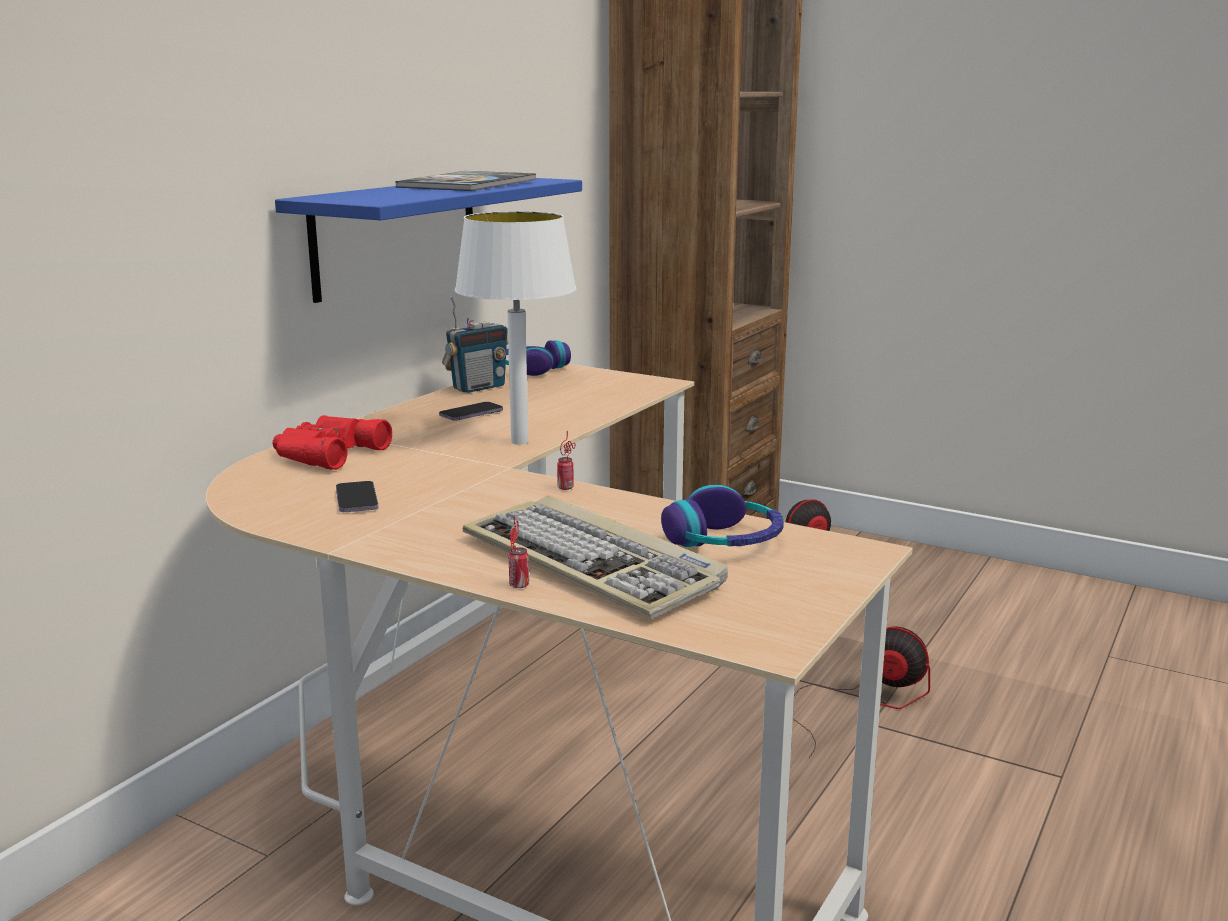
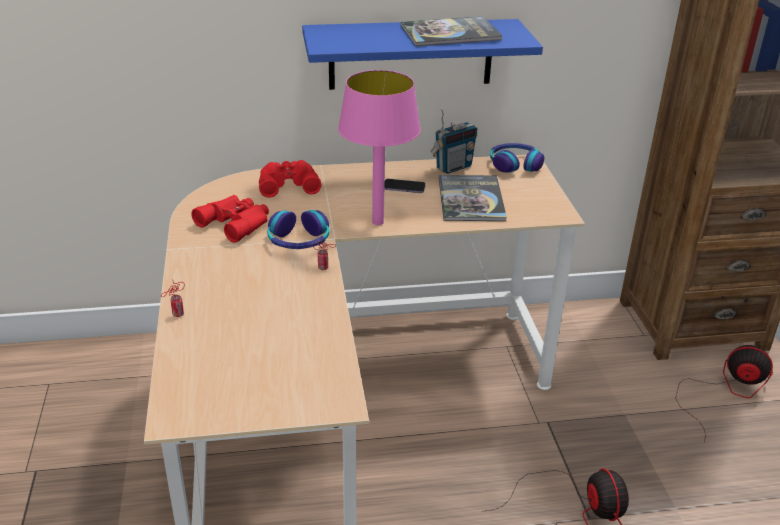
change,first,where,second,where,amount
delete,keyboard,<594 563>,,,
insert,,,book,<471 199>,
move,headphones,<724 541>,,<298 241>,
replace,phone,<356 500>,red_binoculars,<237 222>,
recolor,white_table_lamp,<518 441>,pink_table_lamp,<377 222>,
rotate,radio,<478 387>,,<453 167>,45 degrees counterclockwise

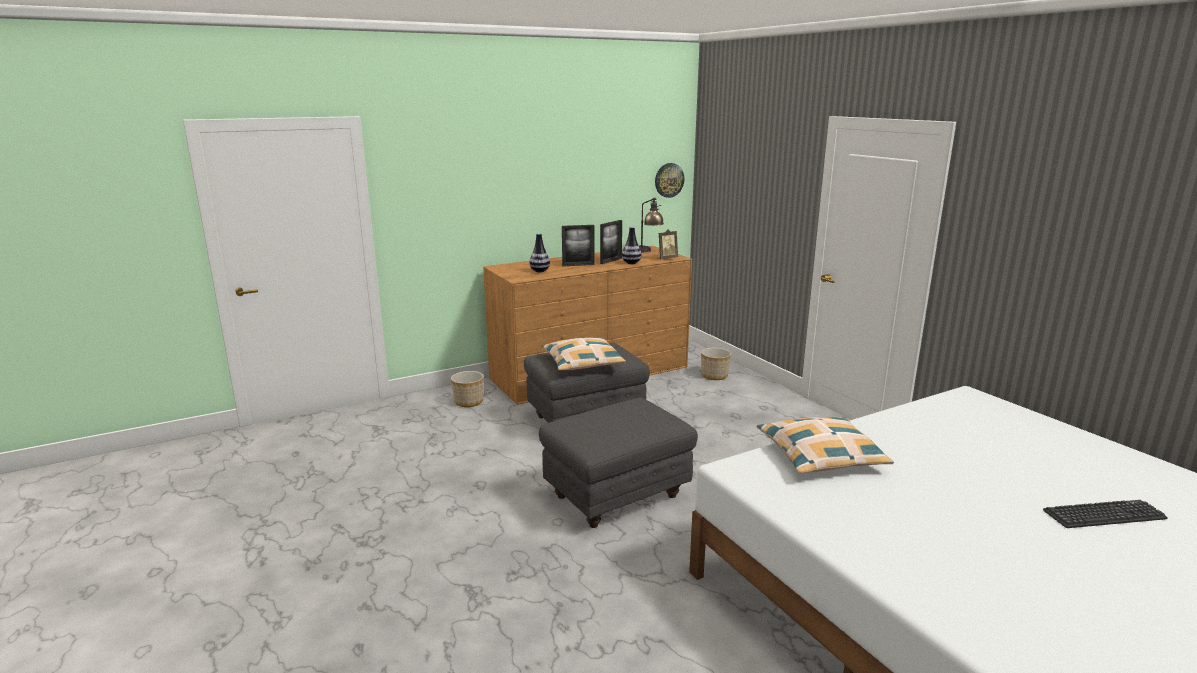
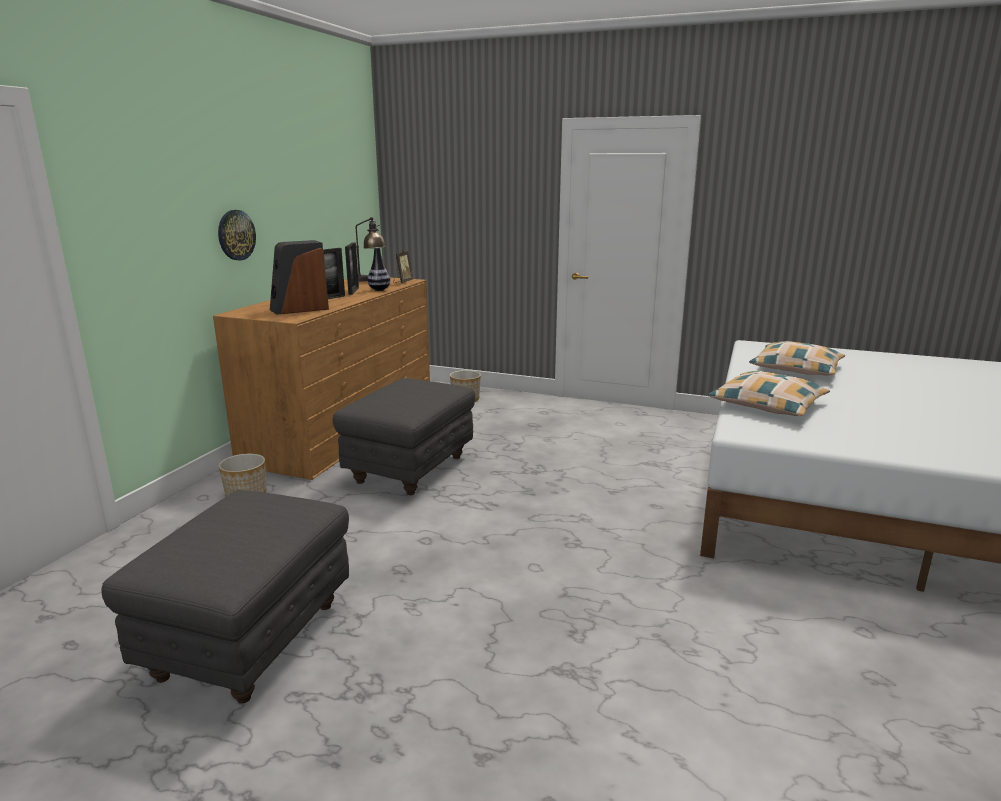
change,first,where,second,where,amount
delete,keyboard,<1104 515>,,,
move,grey_ottoman,<617 496>,,<250 640>,
move,pillow,<582 362>,,<796 369>,
move,wall_clock,<669 180>,,<236 235>,
replace,vase,<540 271>,speaker,<299 309>,

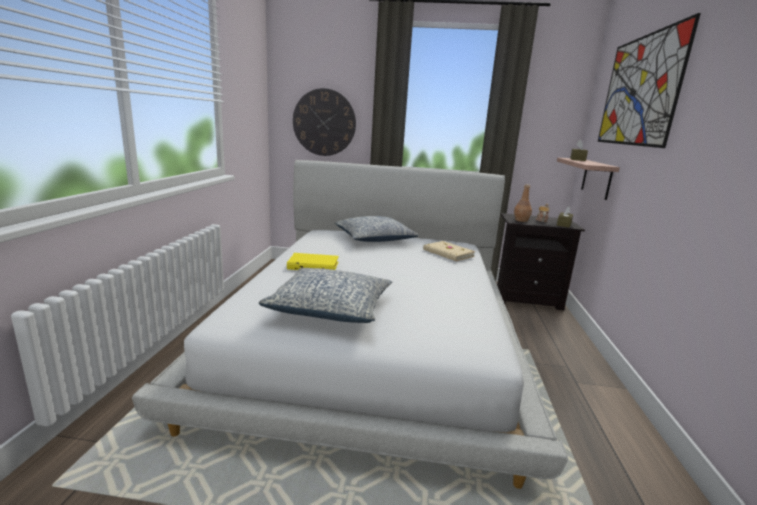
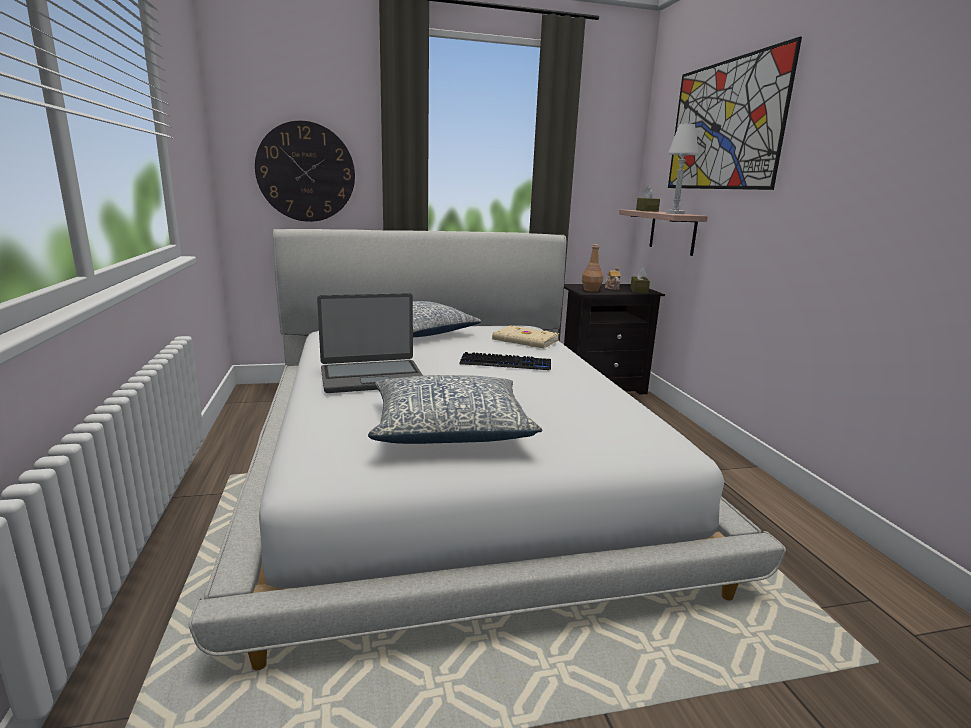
change,first,where,second,where,amount
insert,,,keyboard,<505 363>,
insert,,,white_table_lamp,<675 213>,
replace,yellow_book,<314 265>,laptop,<372 377>,

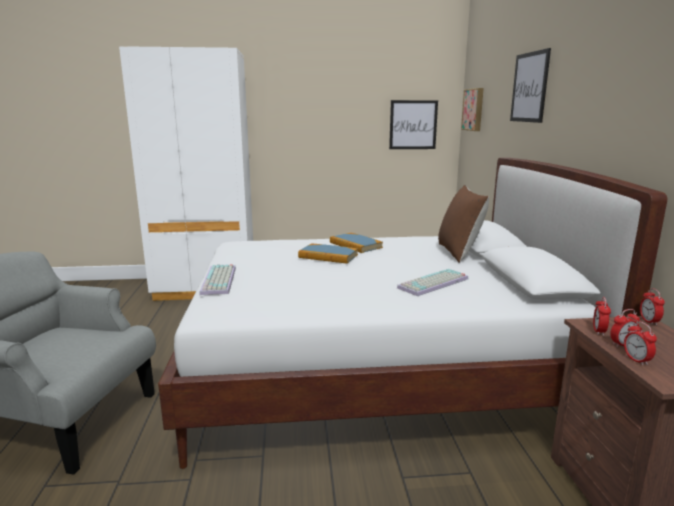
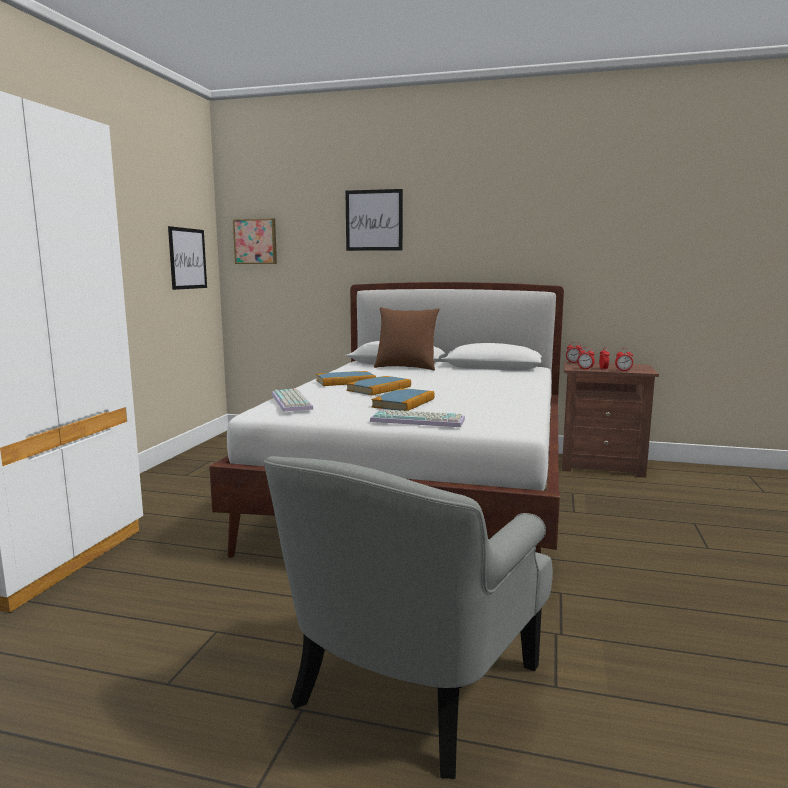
change,first,where,second,where,amount
insert,,,book,<404 403>,
move,keyboard,<434 284>,,<293 401>,

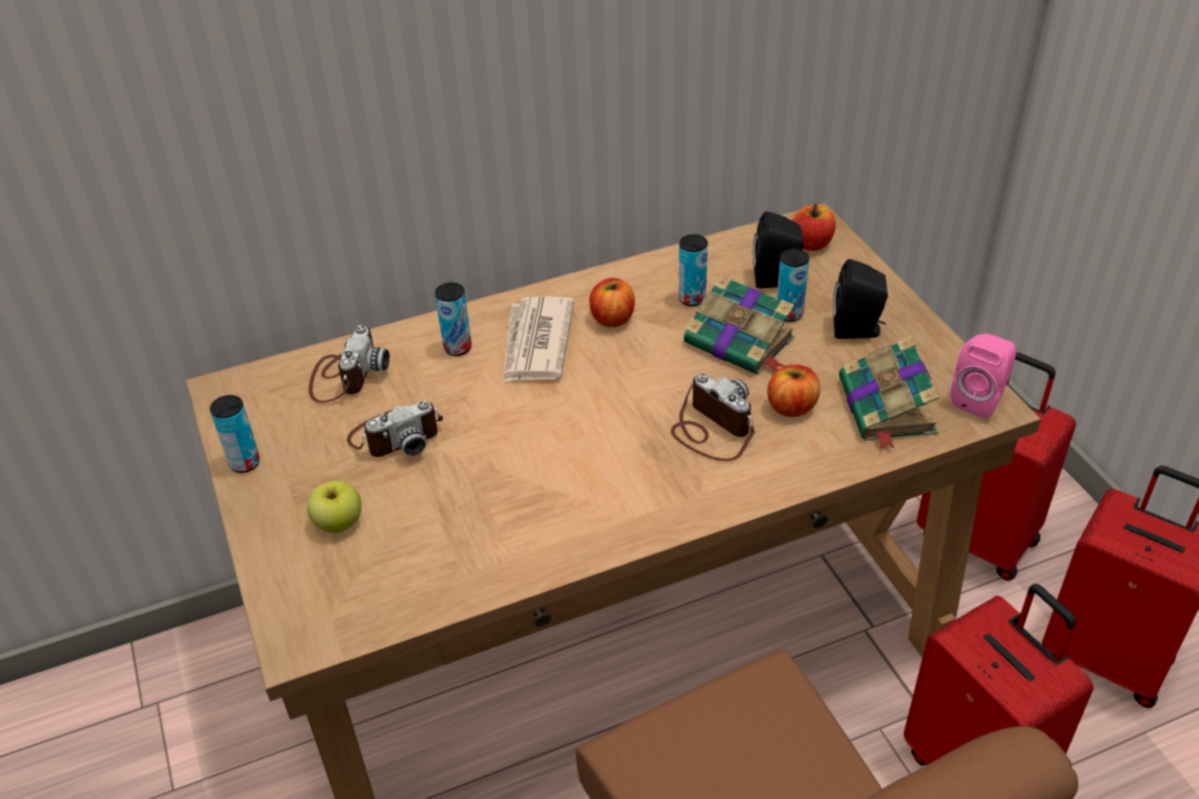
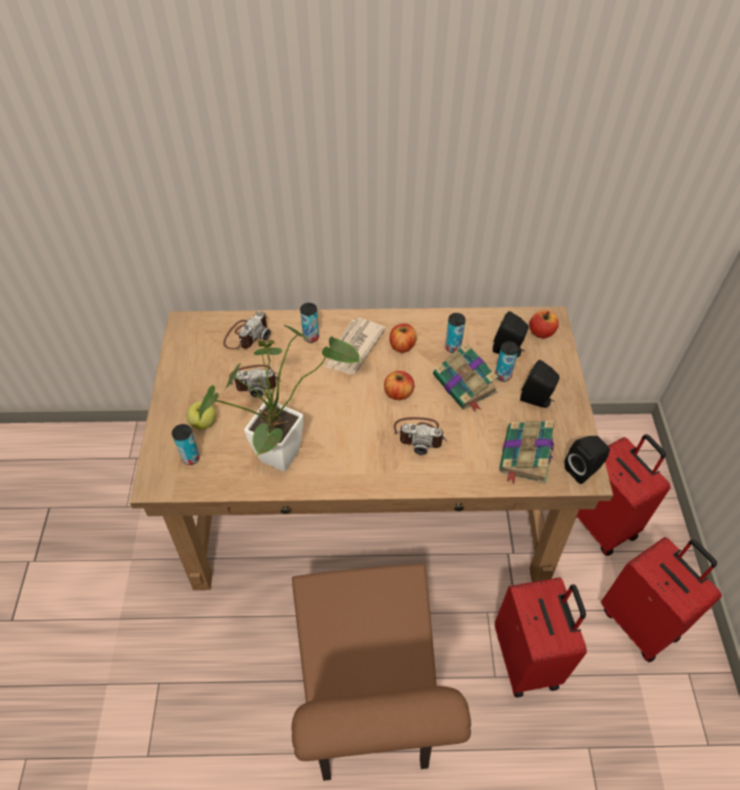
change,first,where,second,where,amount
insert,,,potted_plant,<285 449>,
move,can,<245 463>,,<191 458>,
move,apple,<791 407>,,<398 393>,
recolor,pink_speaker,<980 399>,black_speaker,<583 469>,
rotate,photo_camera,<711 429>,,<420 435>,120 degrees clockwise

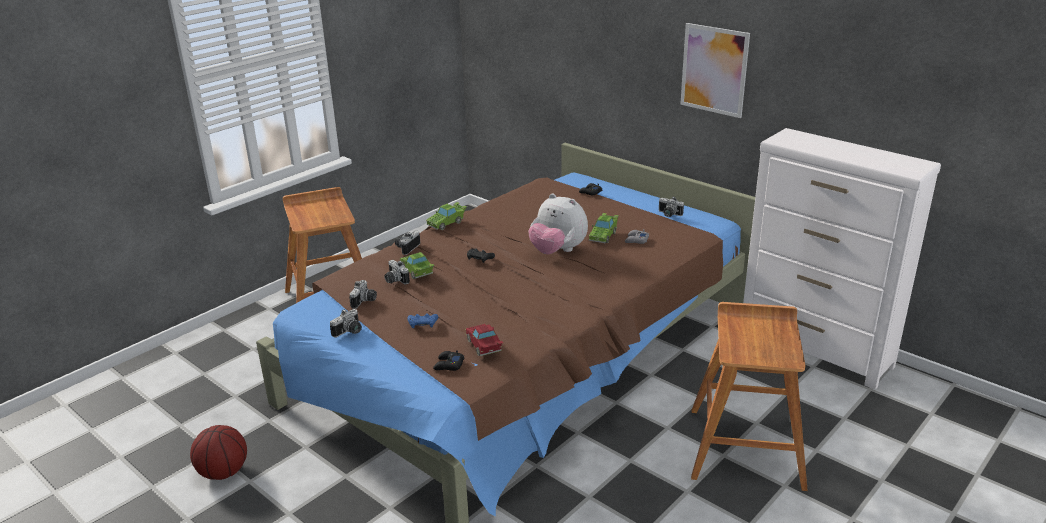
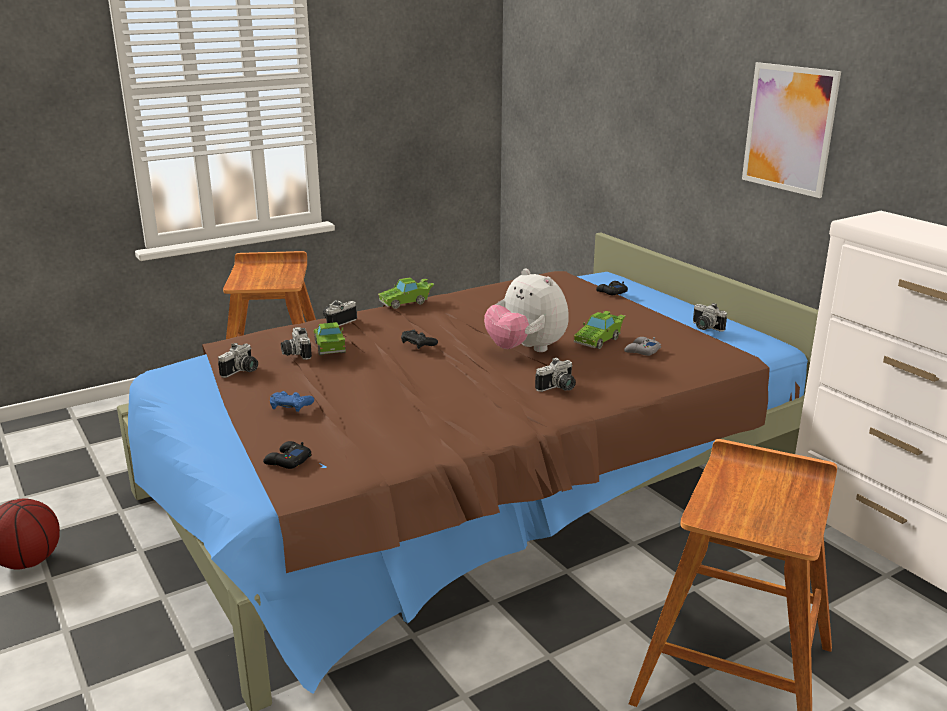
change,first,where,second,where,amount
delete,red_toy_car,<484 347>,,,
move,photo_camera,<349 332>,,<558 388>,

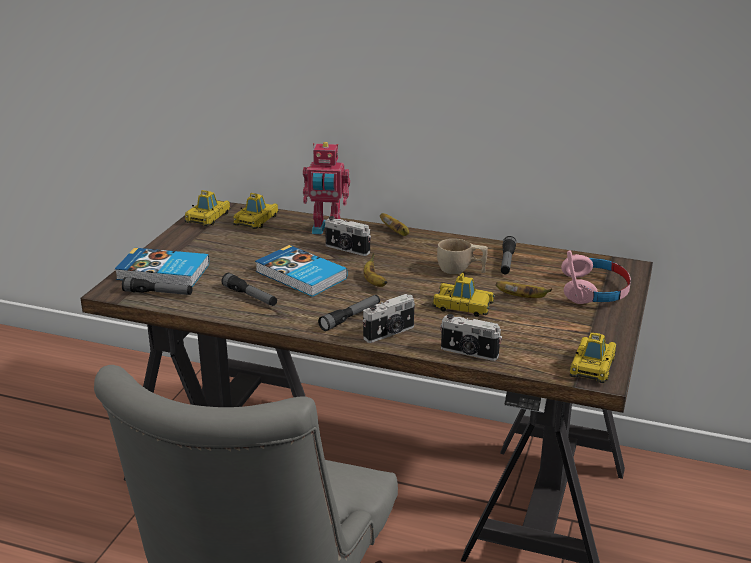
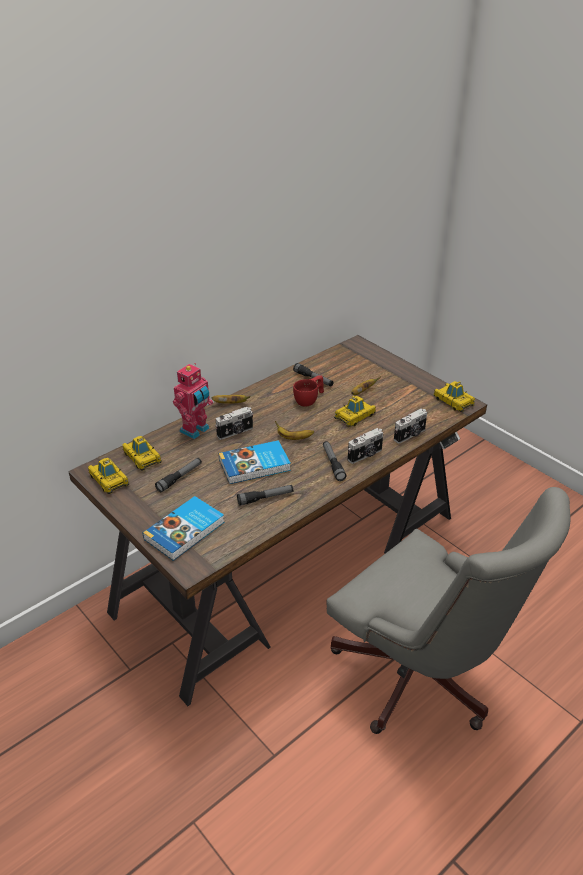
change,first,where,second,where,amount
delete,pink_headphones,<594 290>,,,
move,flashlight,<158 293>,,<180 478>,
recolor,beige_cup,<461 271>,red_cup,<309 399>,
rotate,photo_camera,<390 333>,,<365 455>,60 degrees clockwise

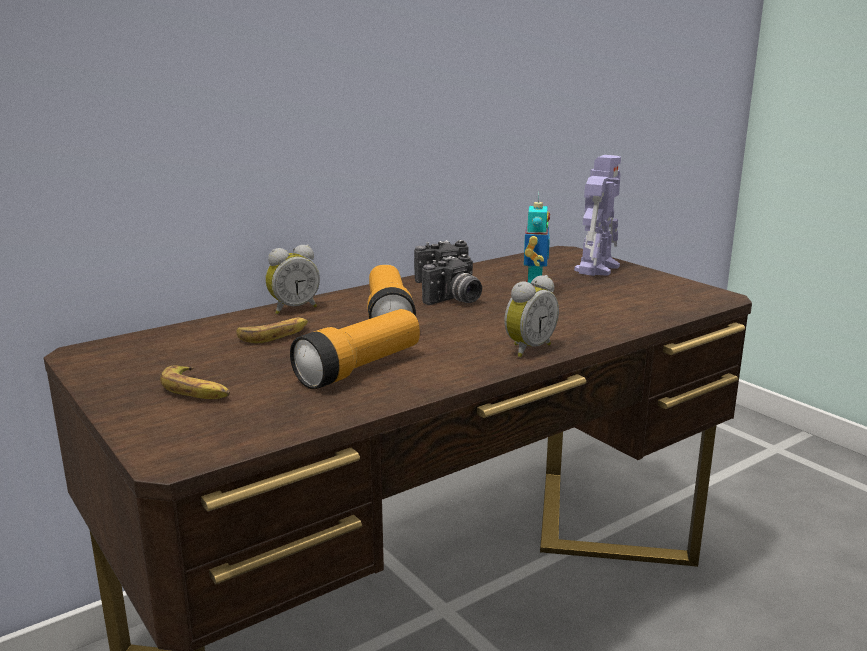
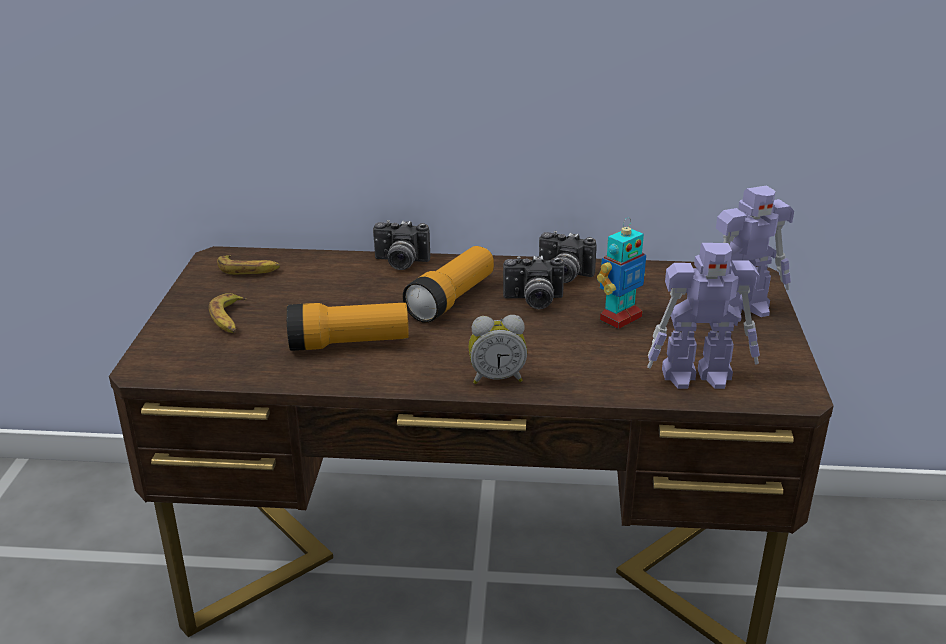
change,first,where,second,where,amount
insert,,,toy_robot,<699 376>,
move,banana,<274 335>,,<249 269>,
replace,alarm_clock,<293 308>,photo_camera,<400 263>,

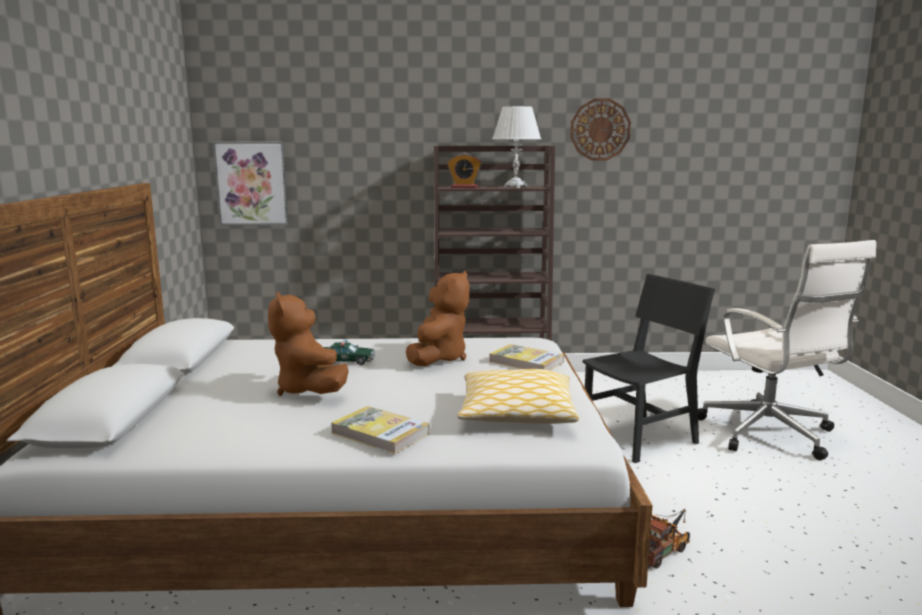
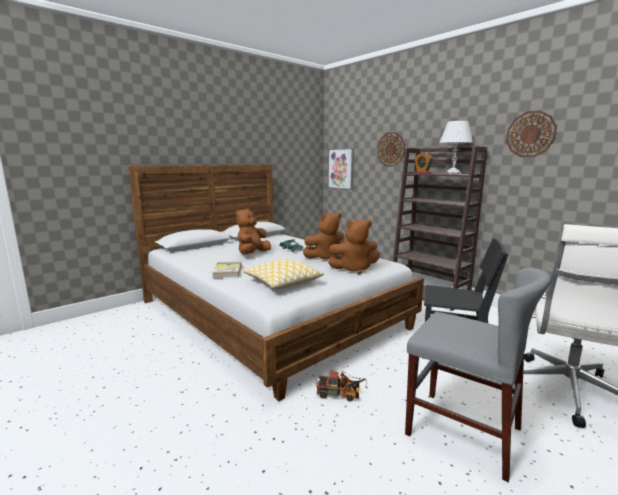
change,first,where,second,where,amount
insert,,,wall_clock,<391 149>,
insert,,,grey_chair,<463 431>,
replace,book,<526 362>,brown_plush_toy,<354 269>,

